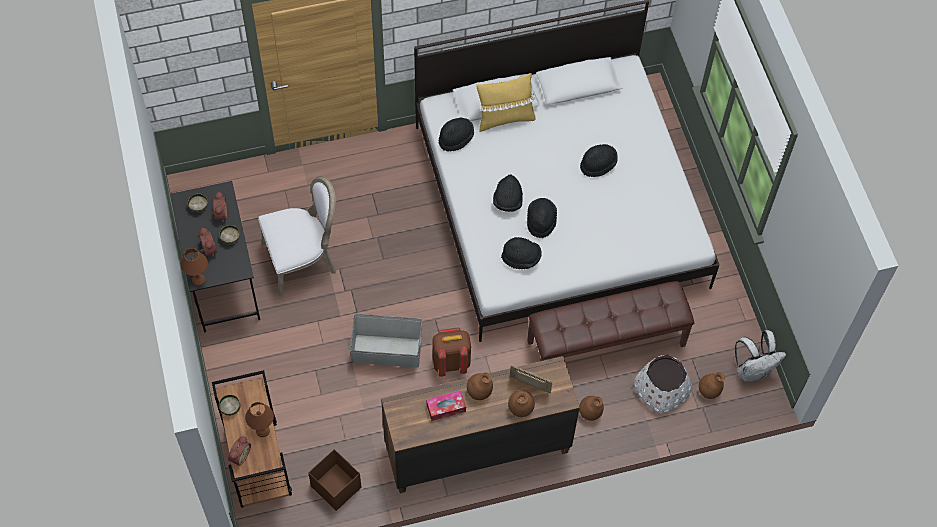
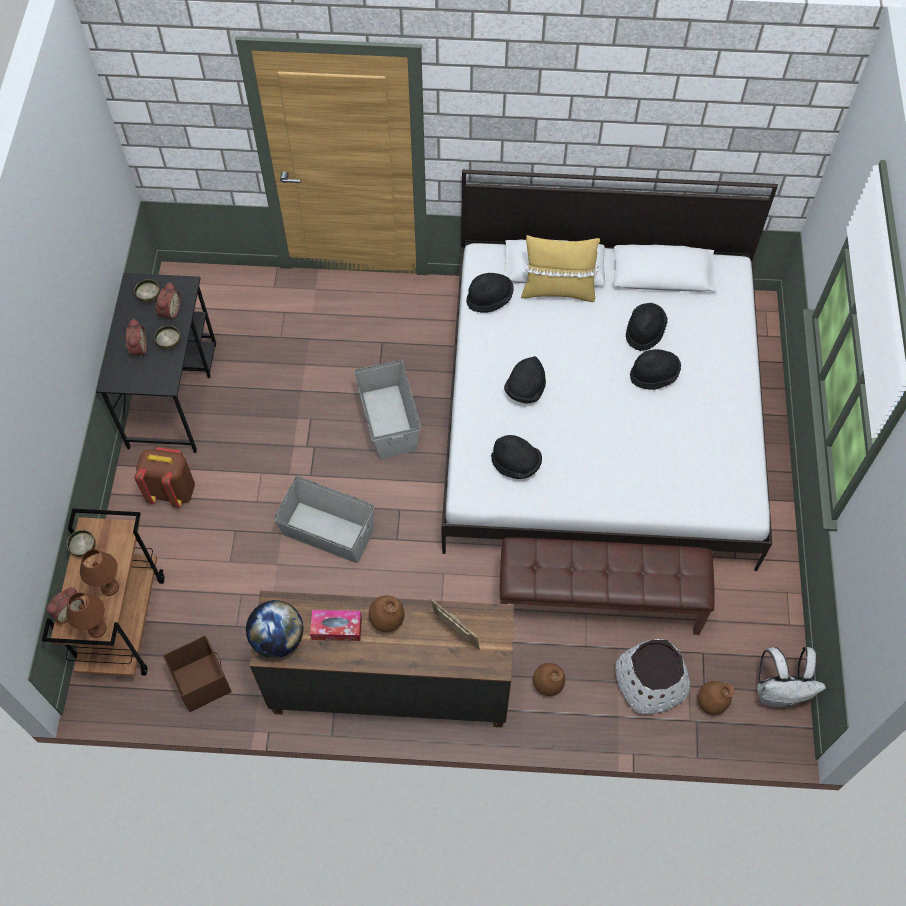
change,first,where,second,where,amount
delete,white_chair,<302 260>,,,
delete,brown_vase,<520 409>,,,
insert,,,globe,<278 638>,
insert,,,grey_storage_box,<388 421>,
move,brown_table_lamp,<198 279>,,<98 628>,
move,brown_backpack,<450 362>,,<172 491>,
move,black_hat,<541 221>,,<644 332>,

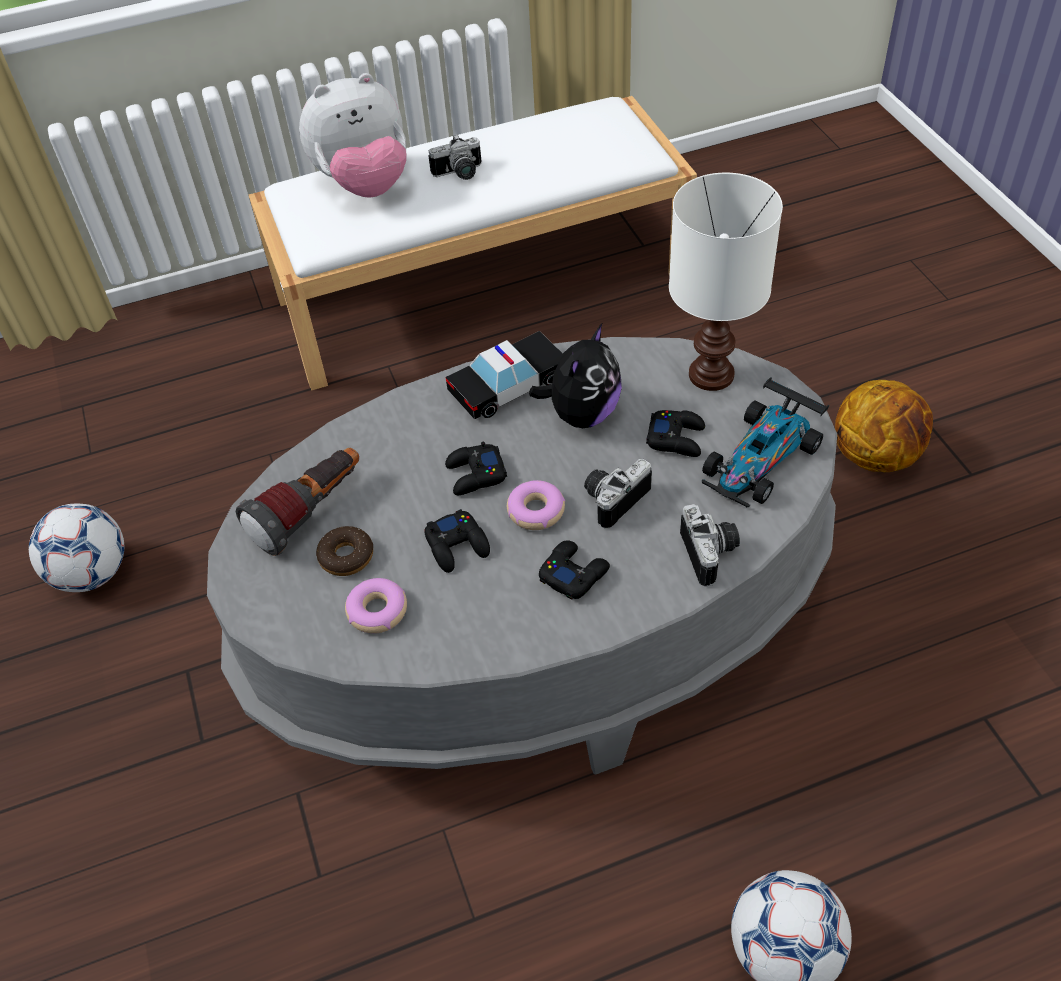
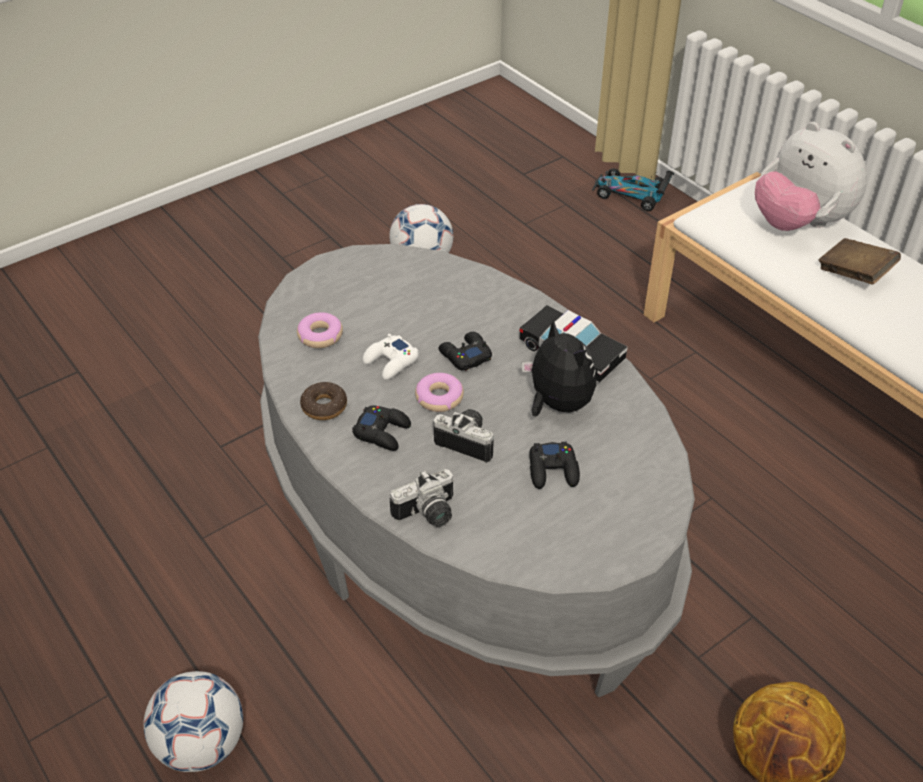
change,first,where,second,where,amount
delete,flashlight,<310 513>,,,
delete,white_table_lamp,<713 375>,,,
move,donut,<346 556>,,<324 406>,
move,toy_car,<761 458>,,<631 194>,
replace,photo_camera,<459 174>,brown_book,<854 274>,
recolor,black_game_controller,<457 546>,white_game_controller,<391 362>,
rotate,plush_toy,<582 414>,,<557 404>,135 degrees counterclockwise

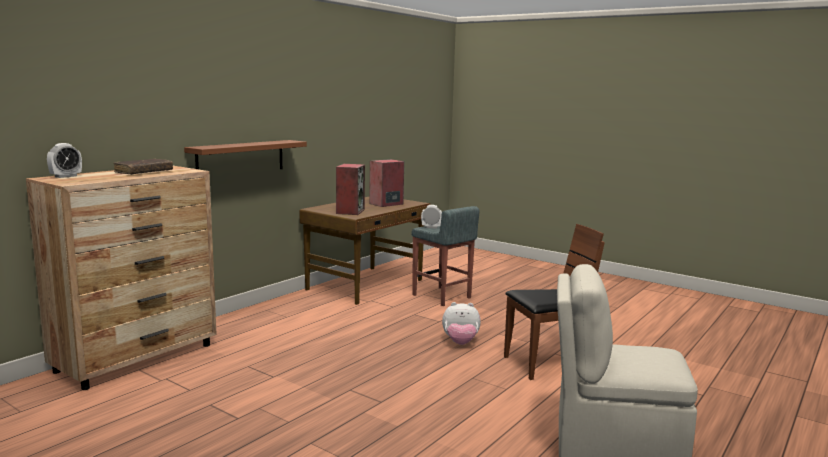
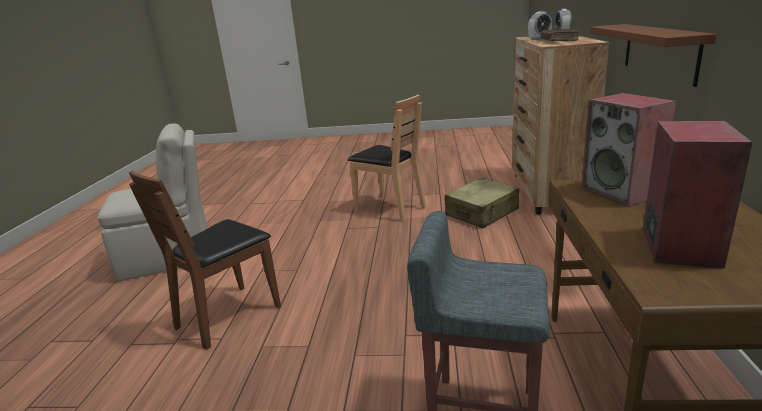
change,first,where,second,where,amount
delete,plush_toy,<460 343>,,,
insert,,,brown_chair,<390 209>,
insert,,,beige_suitcase,<482 213>,
move,alarm_clock,<431 227>,,<539 39>,

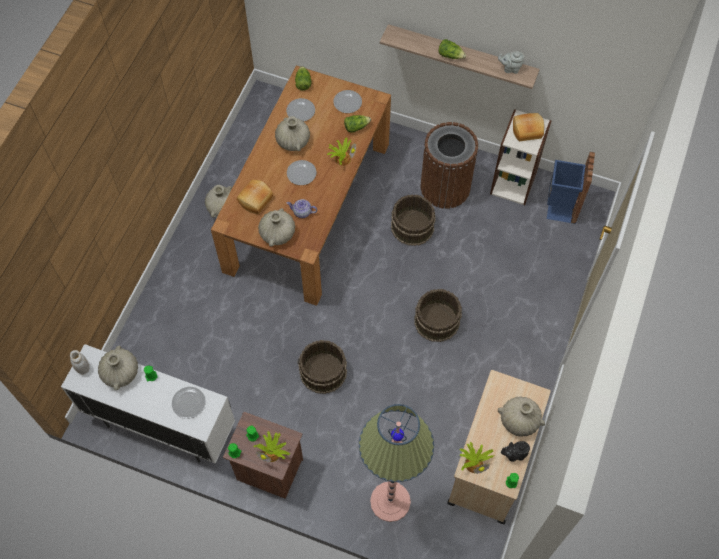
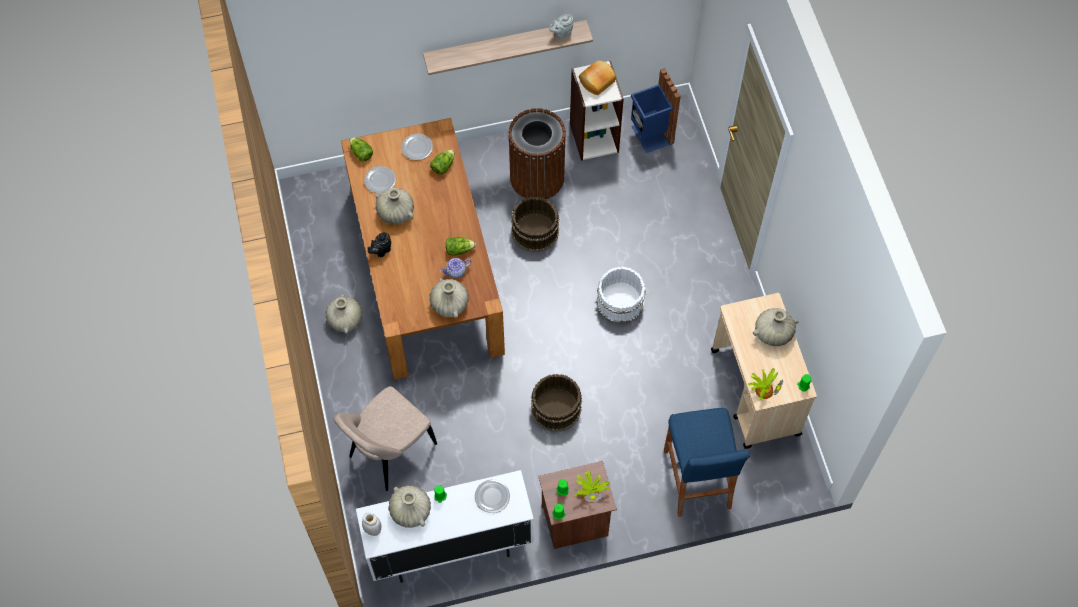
change,first,where,second,where,amount
delete,bread,<256 200>,,,
delete,plate,<301 173>,,,
delete,potted_plant,<342 158>,,,
insert,,,beige_chair,<389 453>,
move,lettuce,<450 55>,,<459 249>,
move,black_teapot,<514 455>,,<381 251>,
replace,floor_lamp,<390 501>,blue_stool,<697 478>,
recolor,brown_bucket,<436 320>,white_bucket,<619 301>,

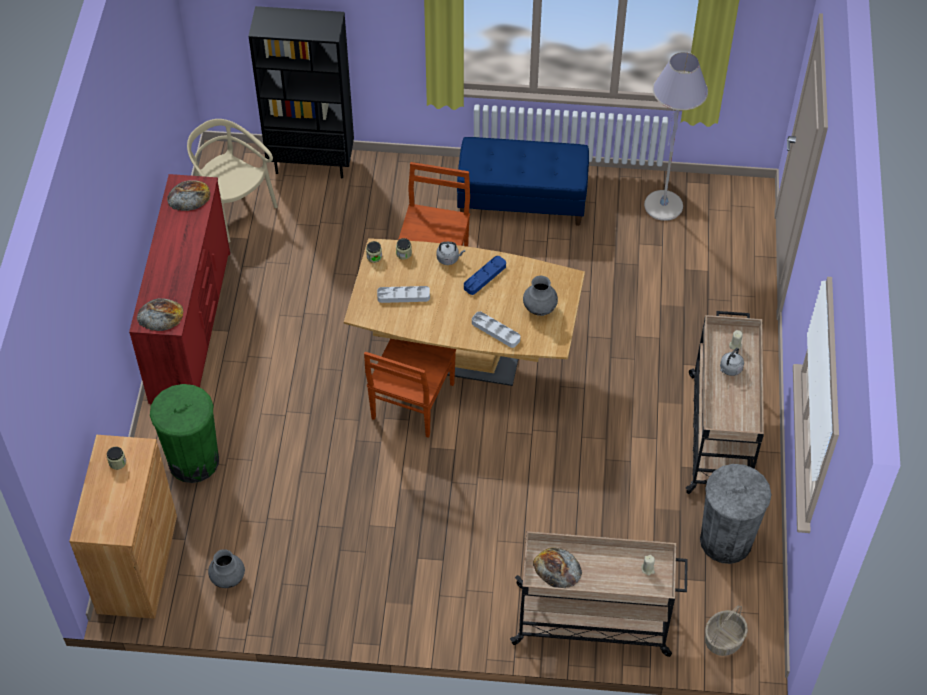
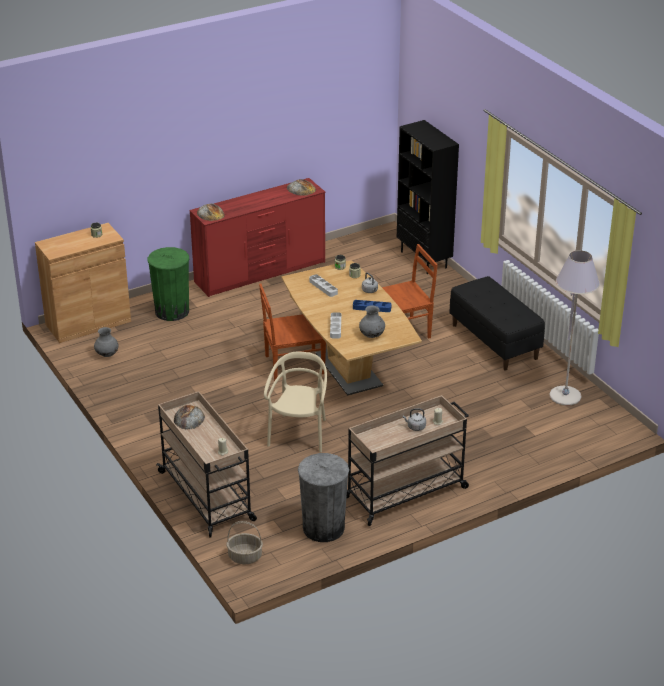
change,first,where,second,where,amount
move,beige_chair,<233 208>,,<299 434>,
recolor,blue_bench,<522 201>,black_bench,<495 342>,

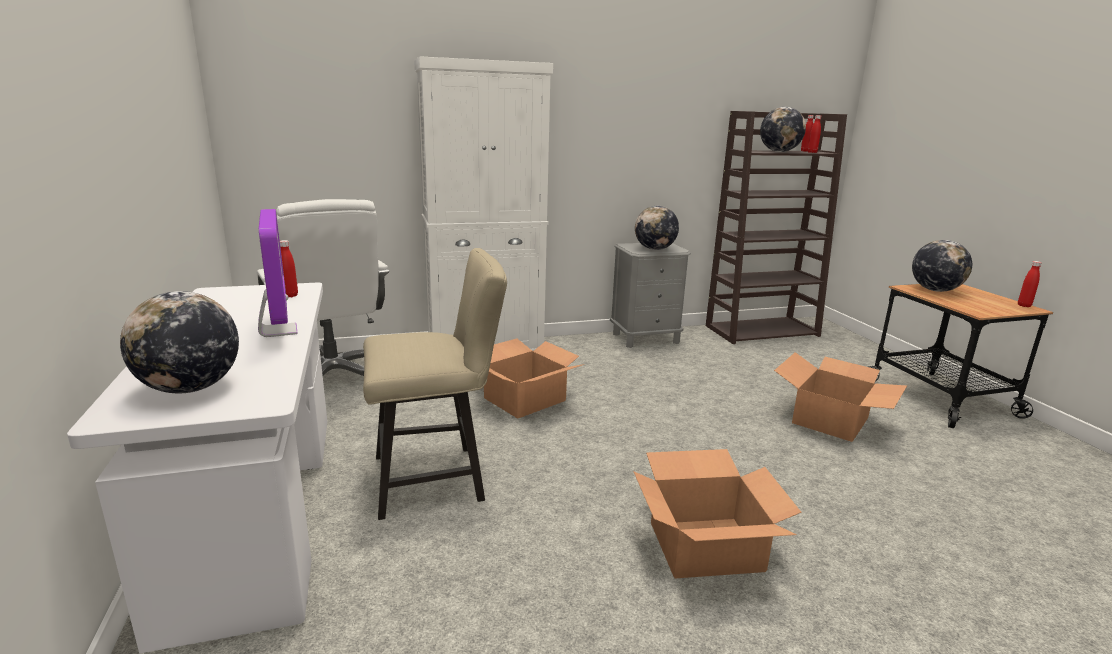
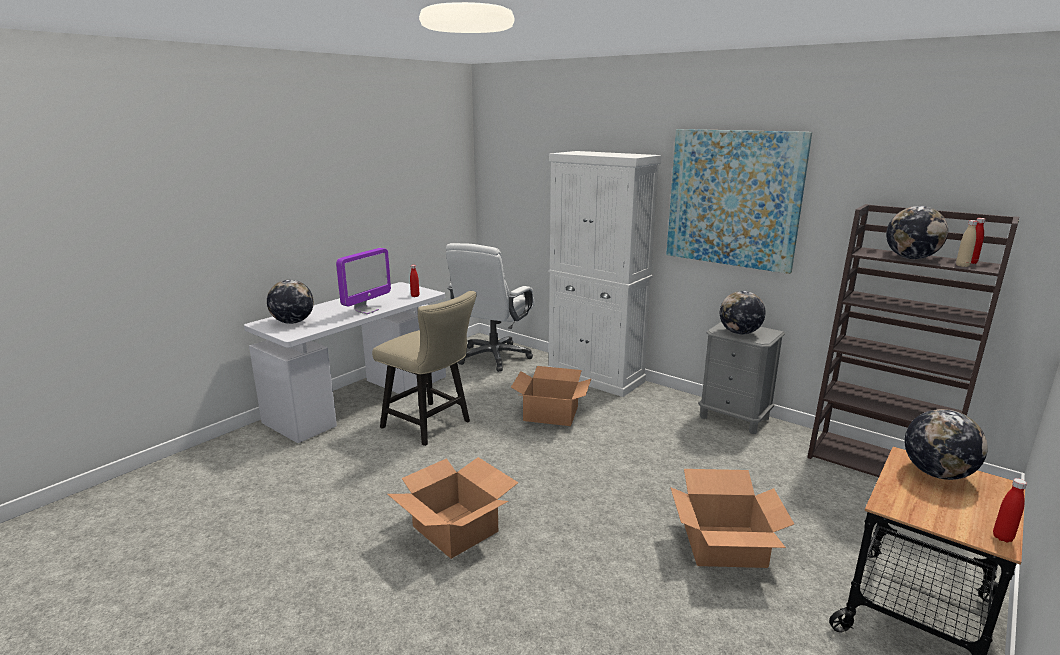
change,first,where,second,where,amount
insert,,,picture,<733 199>,
recolor,red_bottle,<812 152>,beige_bottle,<962 265>,

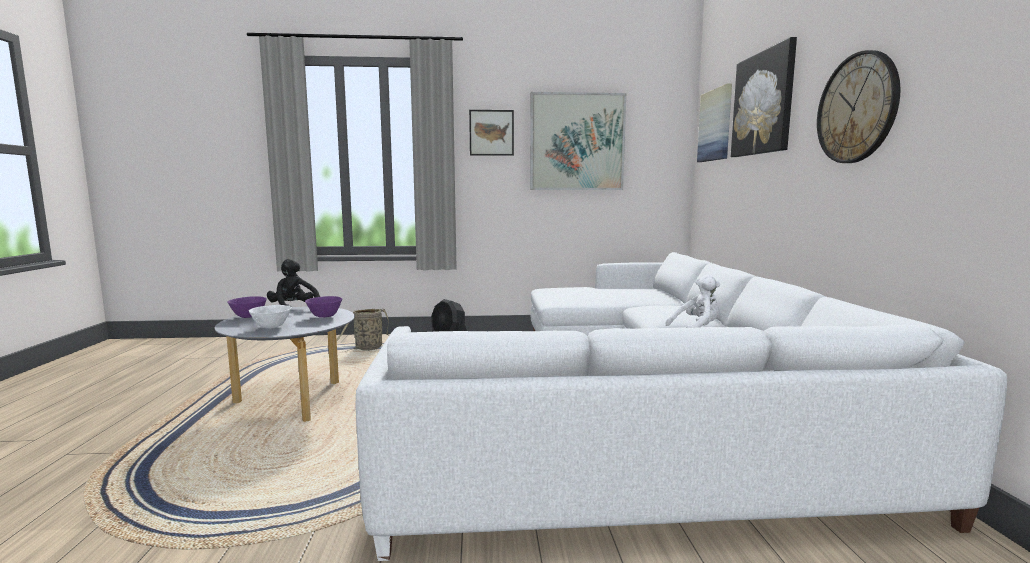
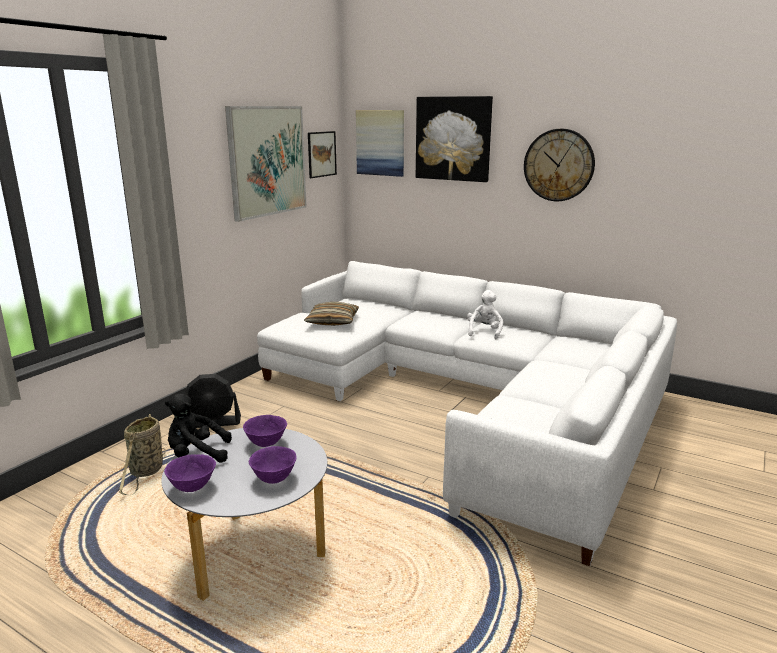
change,first,where,second,where,amount
insert,,,pillow,<332 321>,
move,picture,<491 133>,,<321 154>,
recolor,white_bowl,<272 327>,purple_bowl,<274 478>,

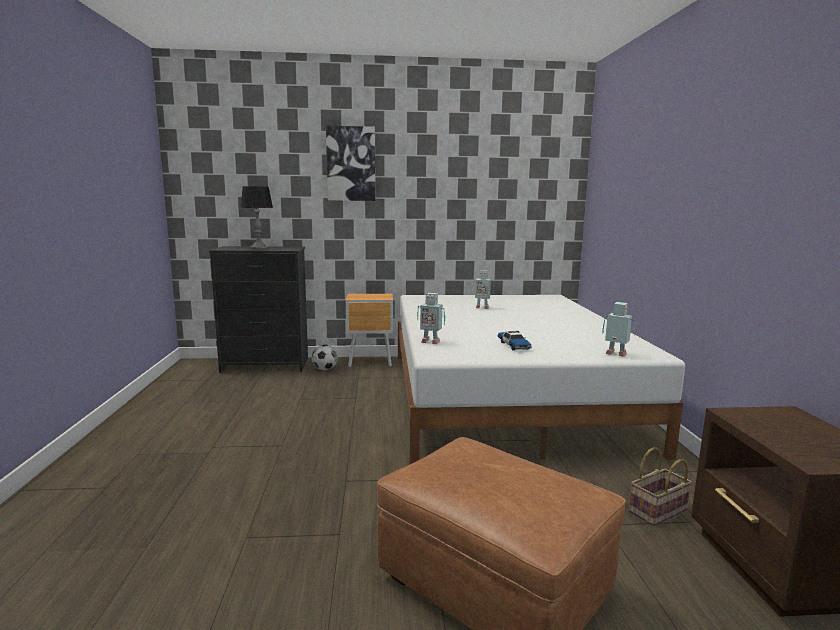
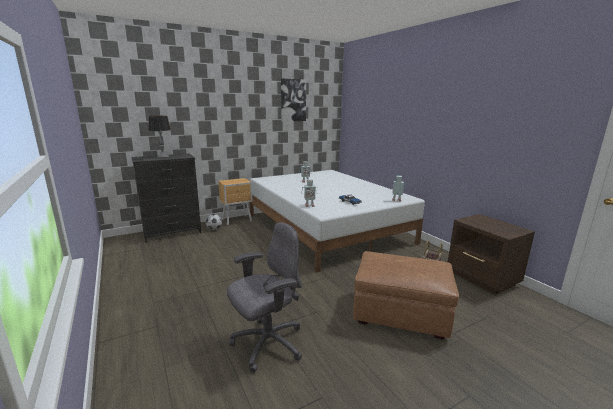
change,first,where,second,where,amount
insert,,,grey_office_chair,<267 344>,
move,picture,<351 164>,,<293 100>,

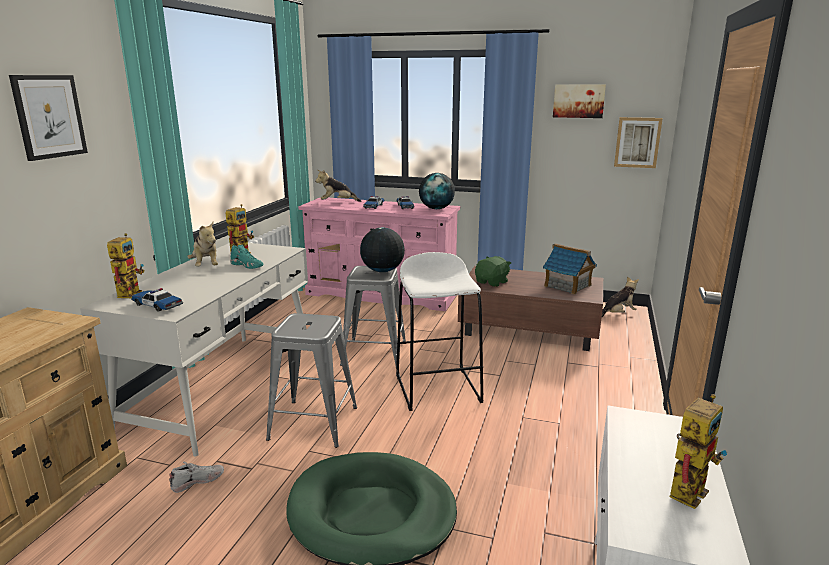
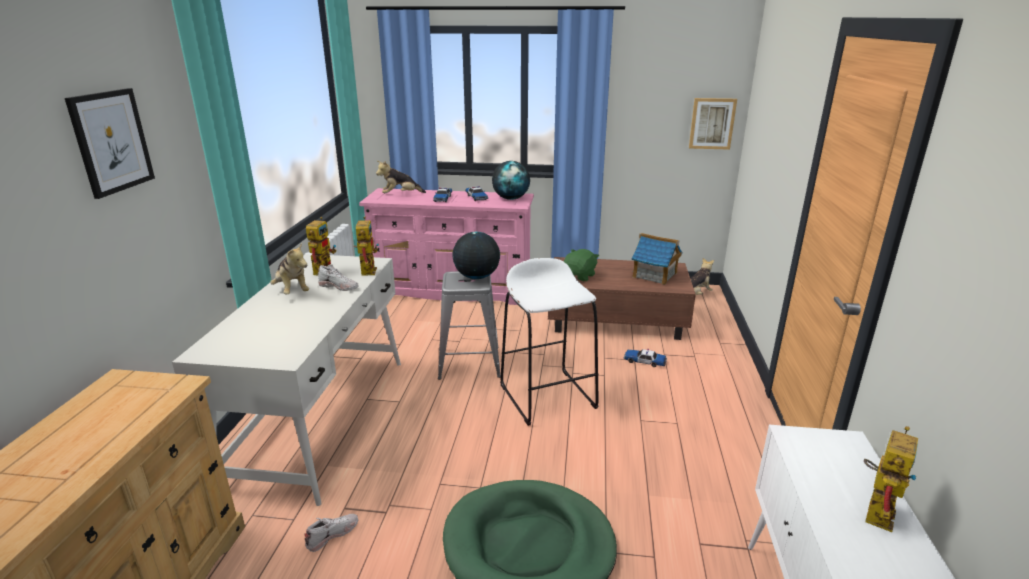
change,first,where,second,where,amount
delete,grey_stool,<313 423>,,,
delete,picture,<578 101>,,,
move,toy_robot,<130 292>,,<367 270>,
move,toy_car,<157 305>,,<644 361>,
recolor,turquoise_shoe,<247 265>,white_shoe,<339 286>,

